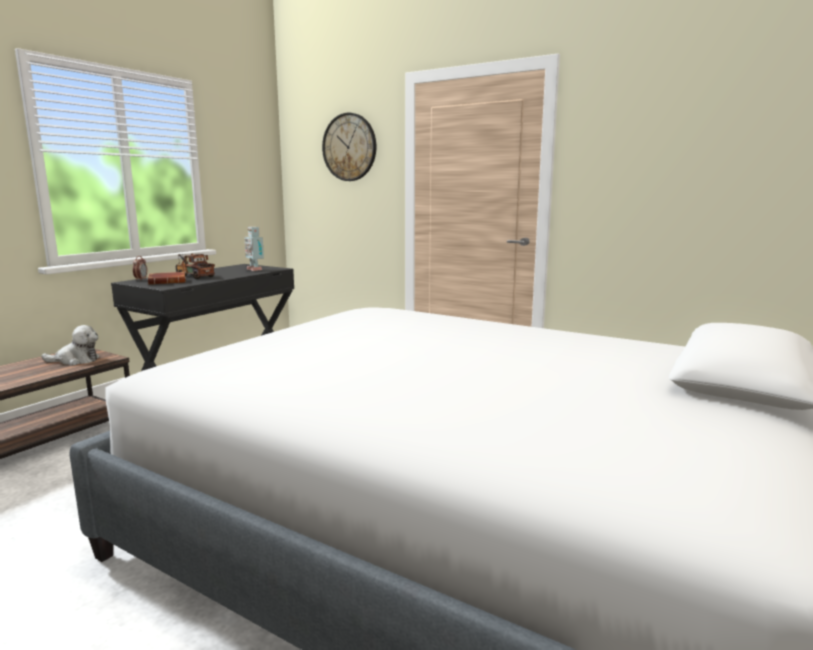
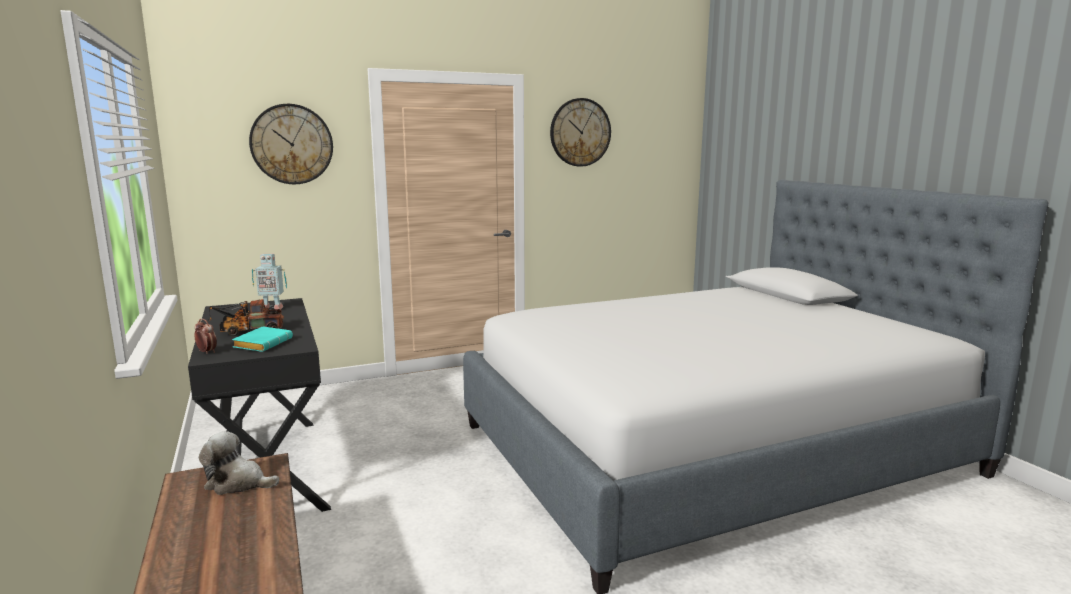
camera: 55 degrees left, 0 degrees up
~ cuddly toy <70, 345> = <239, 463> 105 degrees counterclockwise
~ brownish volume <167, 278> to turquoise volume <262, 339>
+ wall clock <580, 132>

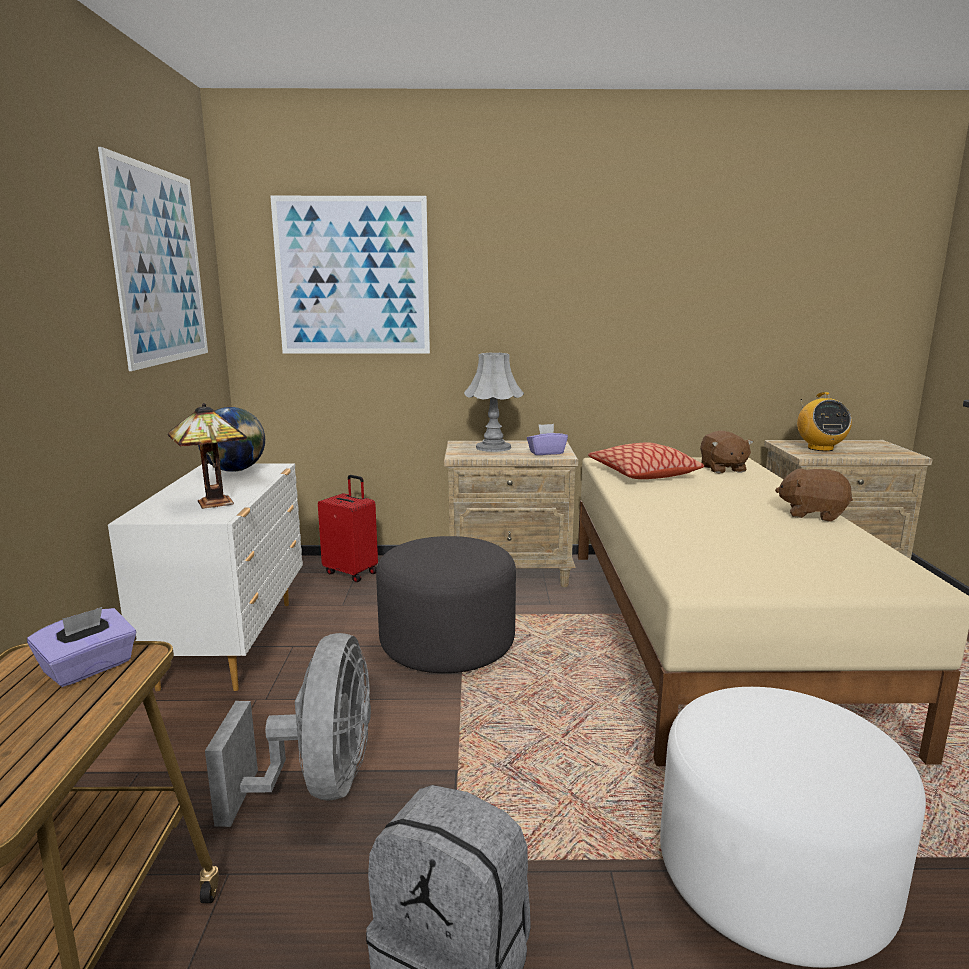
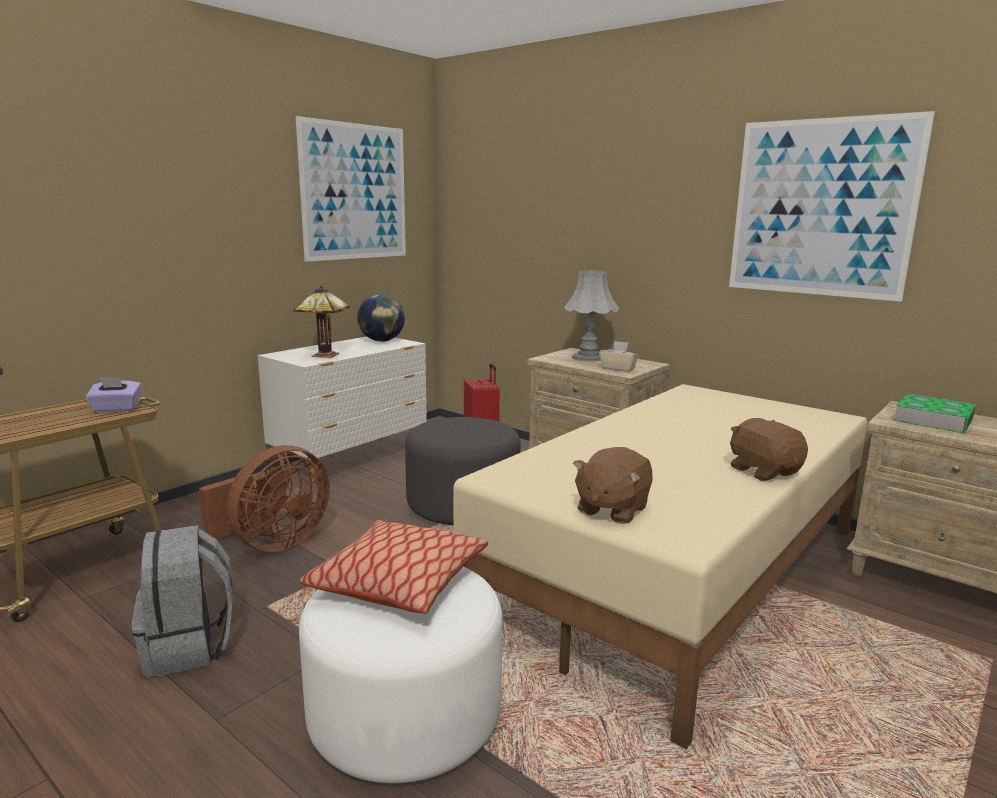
camera: 40 degrees right, 0 degrees up
~ greyish electric fan <288, 730> to brownish electric fan <264, 498>
~ picture <350, 275> to <832, 206>
~ purple tissue box <547, 439> to beige tissue box <619, 356>
~ throw pillow <646, 461> to <394, 567>
~ brownish cuddly toy <726, 451> to <613, 485>
~ radio set <824, 421> to volume <934, 413>

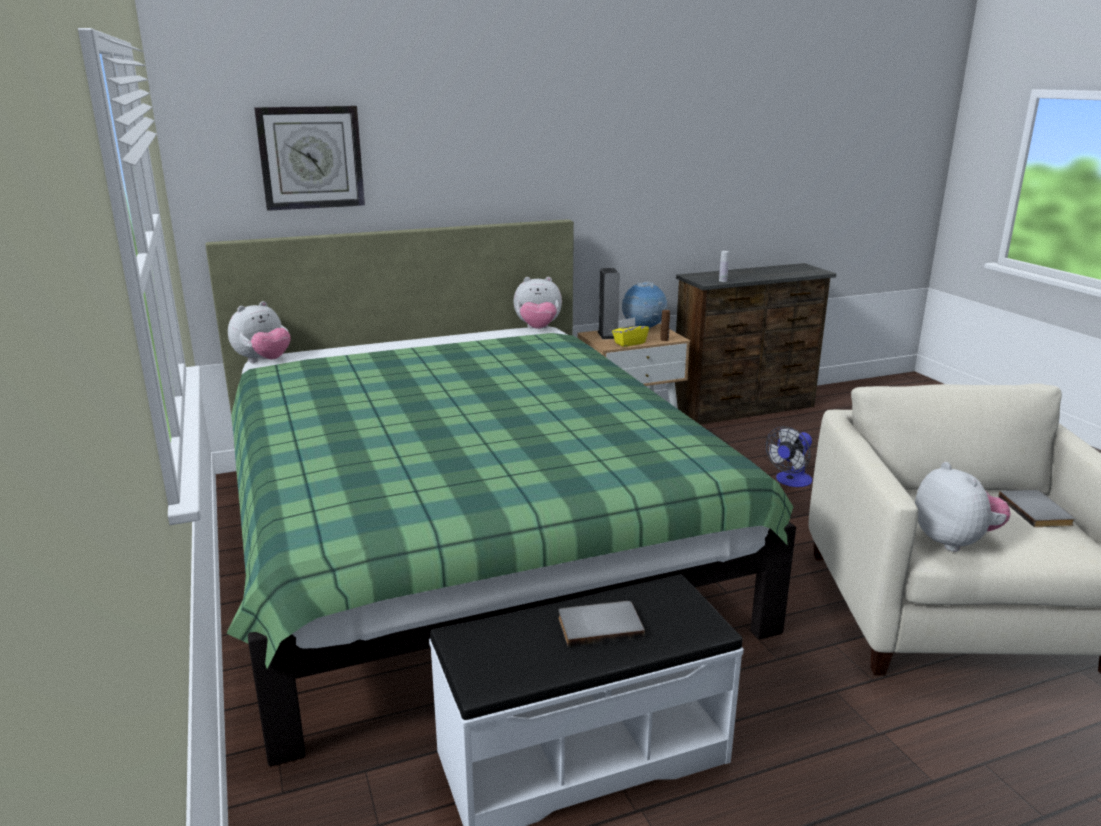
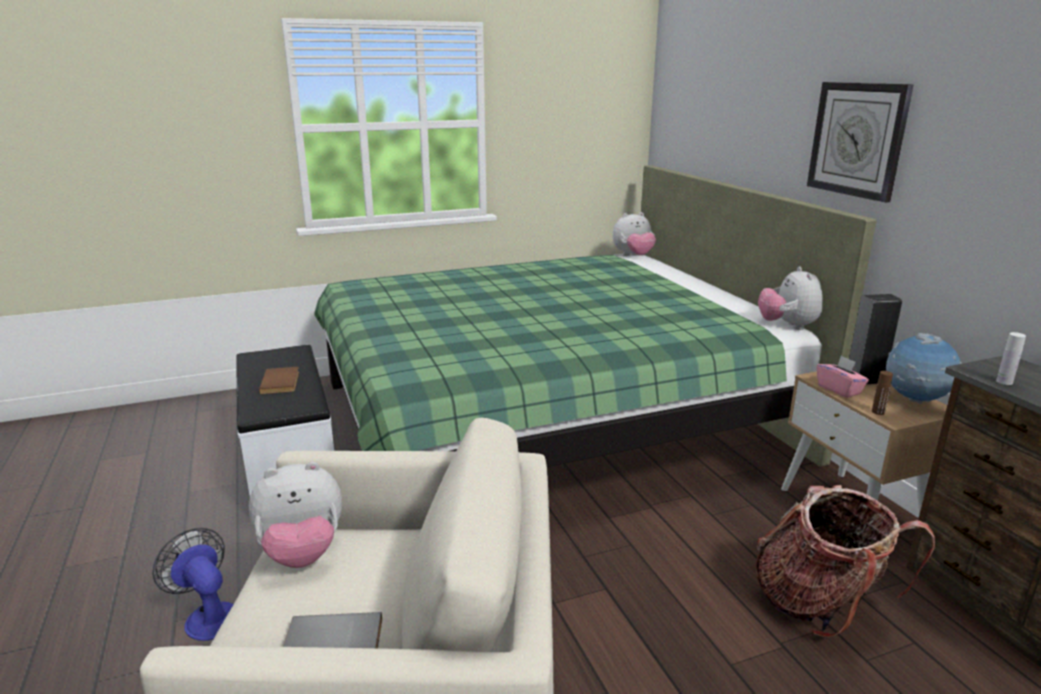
camera: 90 degrees right, 0 degrees up
~ cuddly toy <259, 331> = <634, 234> 60 degrees counterclockwise
~ wall clock <309, 158> to <860, 142>
~ greyish volume <601, 624> to brownish volume <279, 380>
~ yellow-coloured tissue box <630, 332> to pink-coloured tissue box <843, 377>
~ electric fan <789, 456> to <192, 584>
+ rucksack <845, 562>

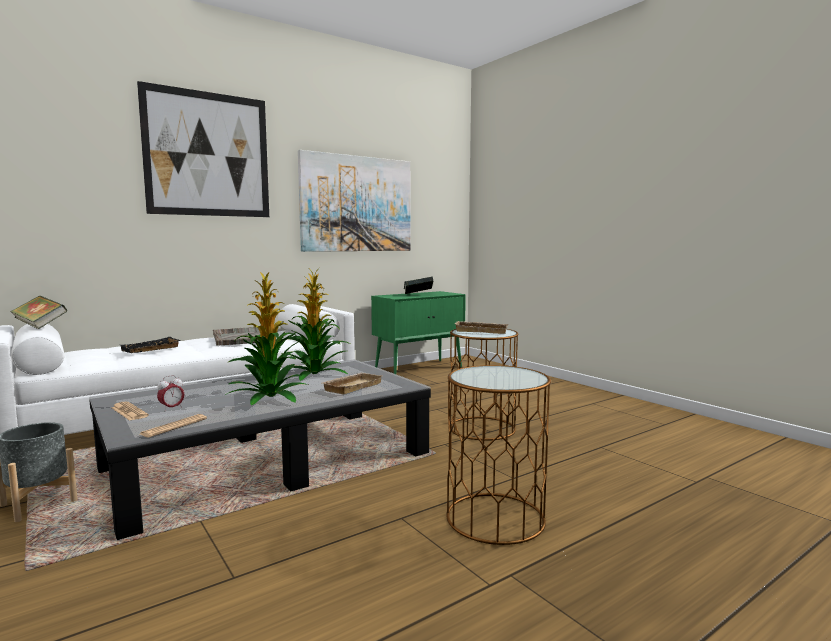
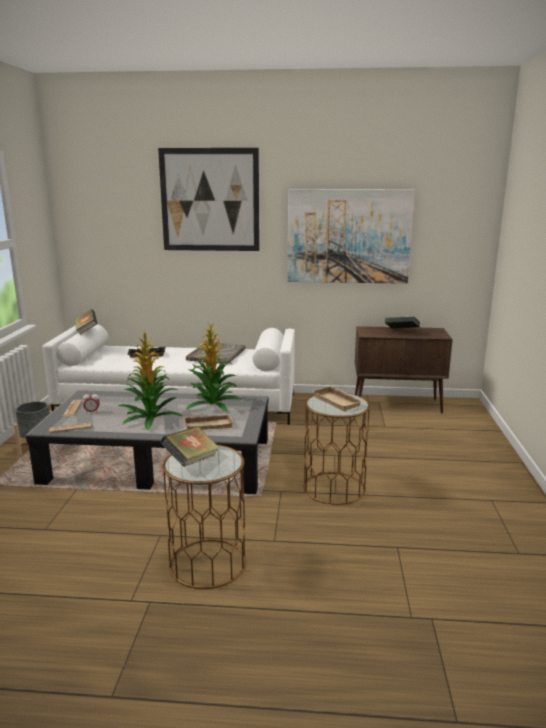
camera: 40 degrees right, 10 degrees up
~ green storage cabinet <418, 332> to brownish storage cabinet <404, 370>
+ volume <190, 446>

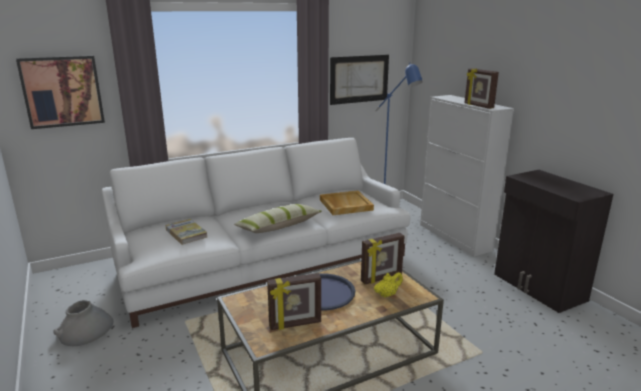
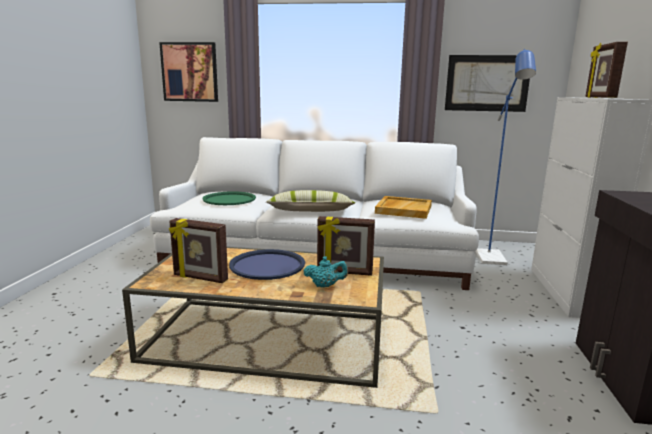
camera: 35 degrees right, 5 degrees down
- greyish vase <83, 323>
~ volume <186, 232> to green tray <229, 198>
~ yellow-coloured teapot <388, 285> to turquoise teapot <325, 272>

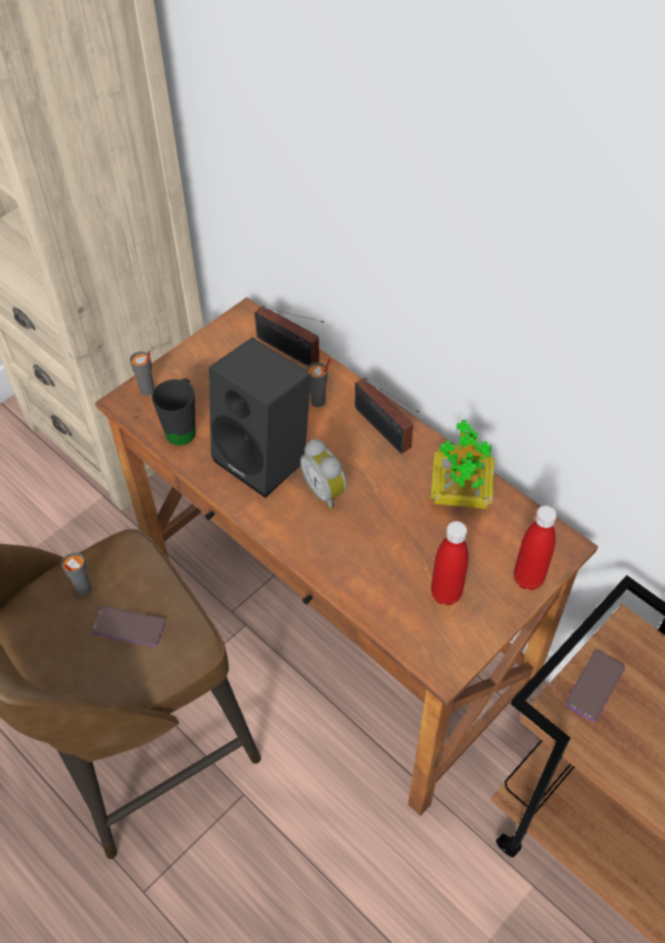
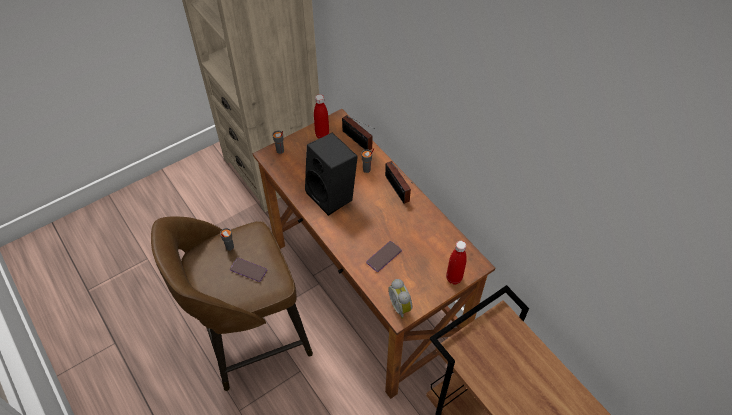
camera: 10 degrees right, 0 degrees up
- blackish coffee mug <174, 412>
~ alarm clock <323, 474> to <400, 299>
- houseplant <462, 464>
~ red-coloured drink bottle <449, 563> to <321, 116>
~ phone <595, 686> to <384, 256>

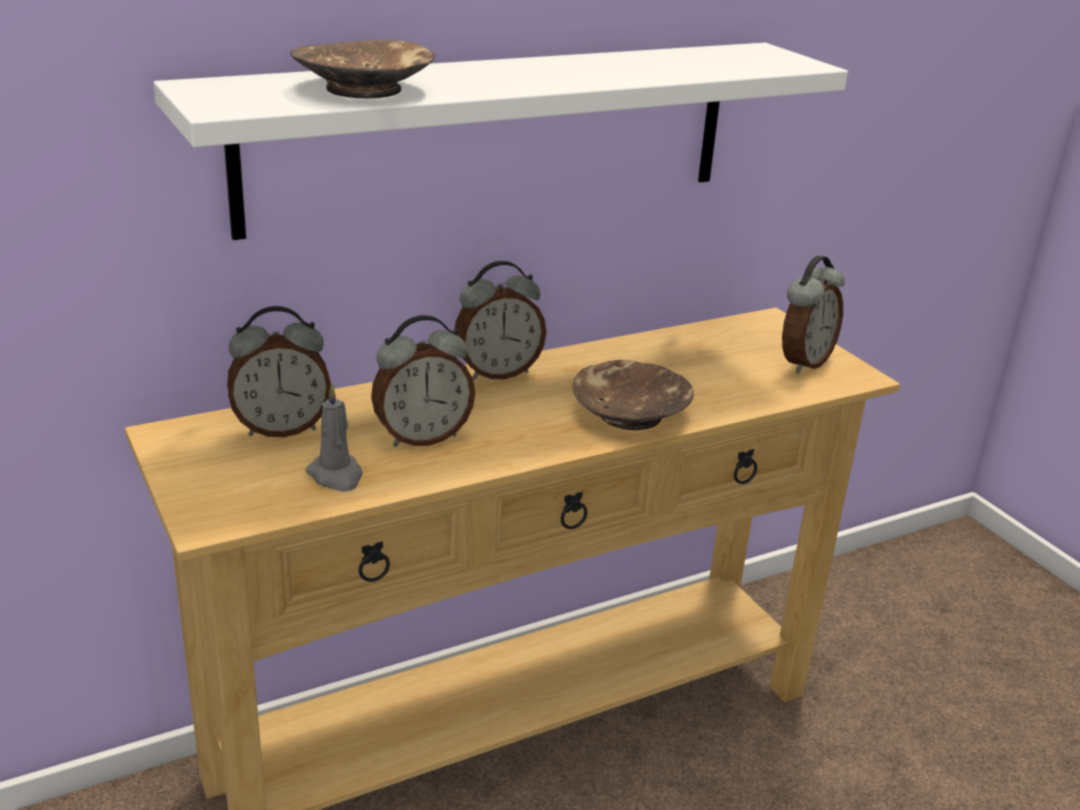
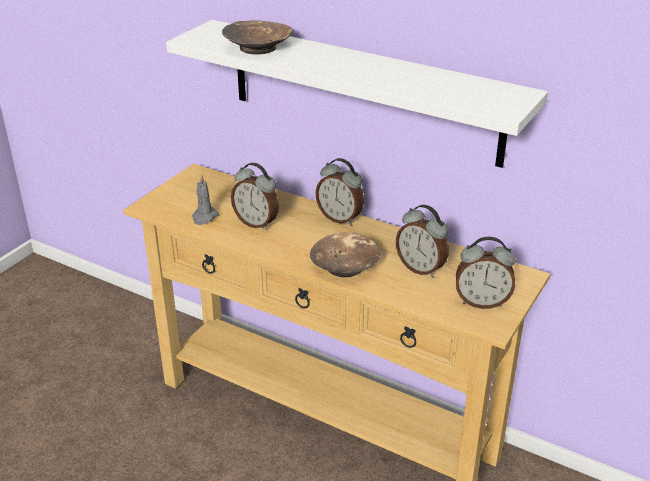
camera: 60 degrees right, 5 degrees up
~ alarm clock <279, 371> to <422, 241>

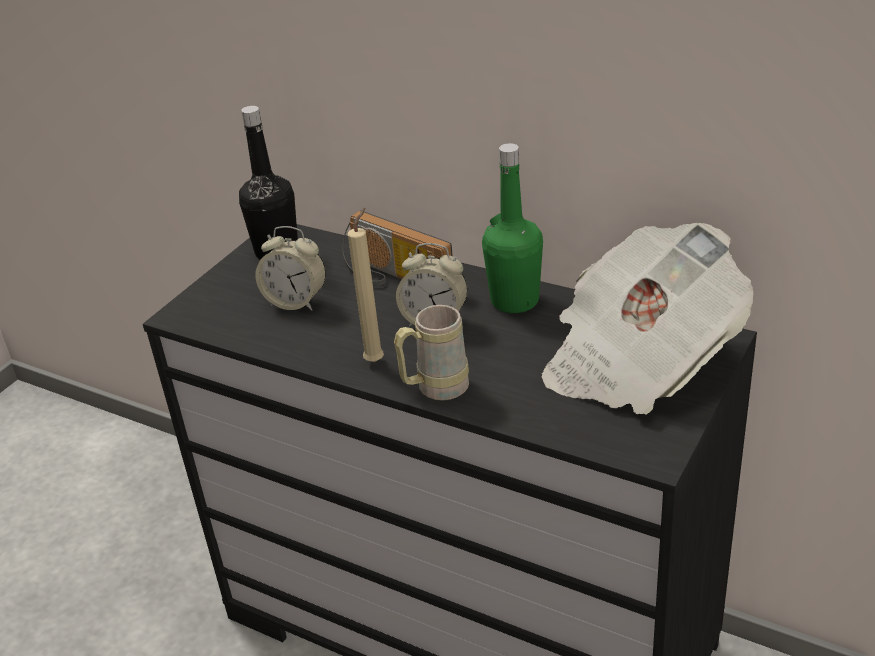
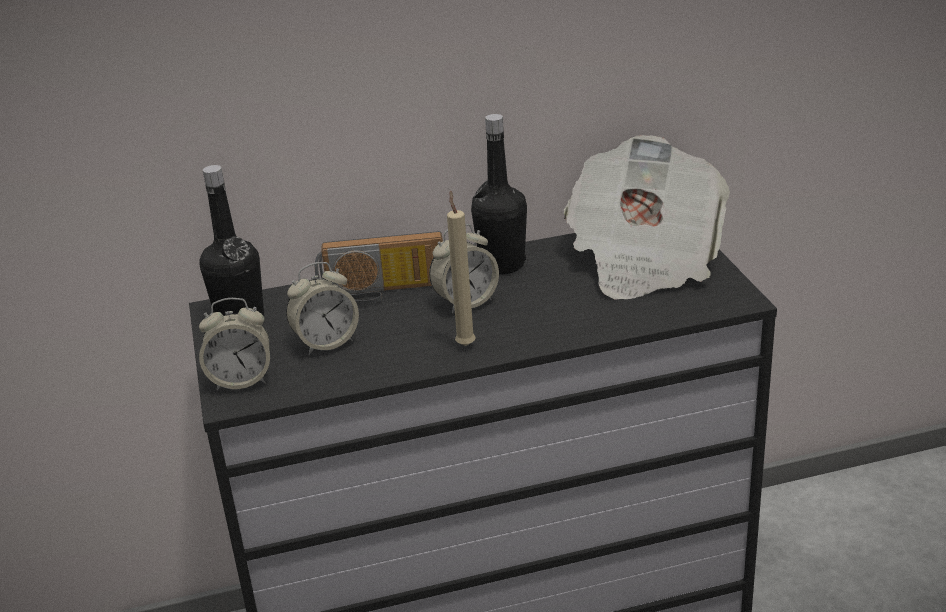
camera: 45 degrees left, 5 degrees down
- beige coffee mug <431, 353>
~ green drink bottle <512, 228> to blackish drink bottle <499, 194>
+ alarm clock <234, 344>

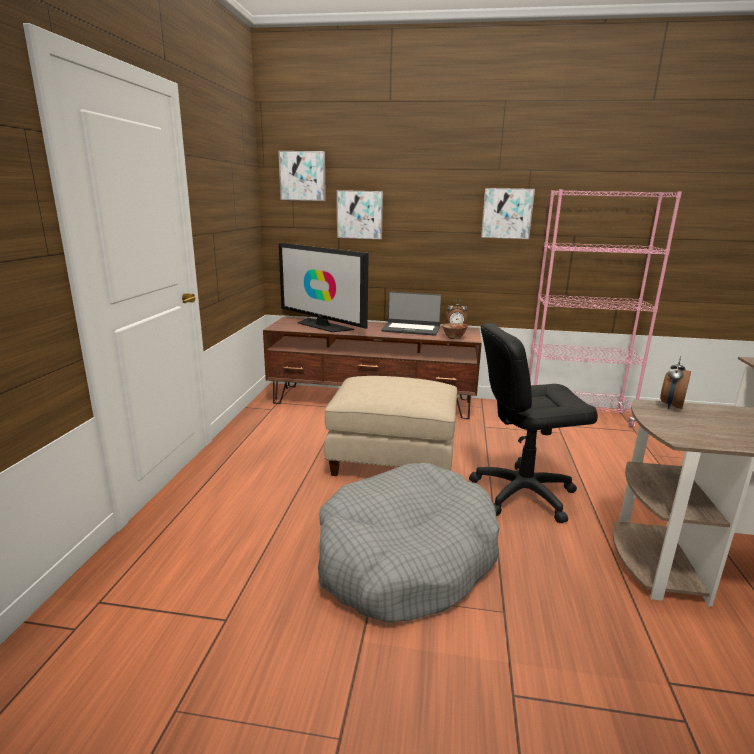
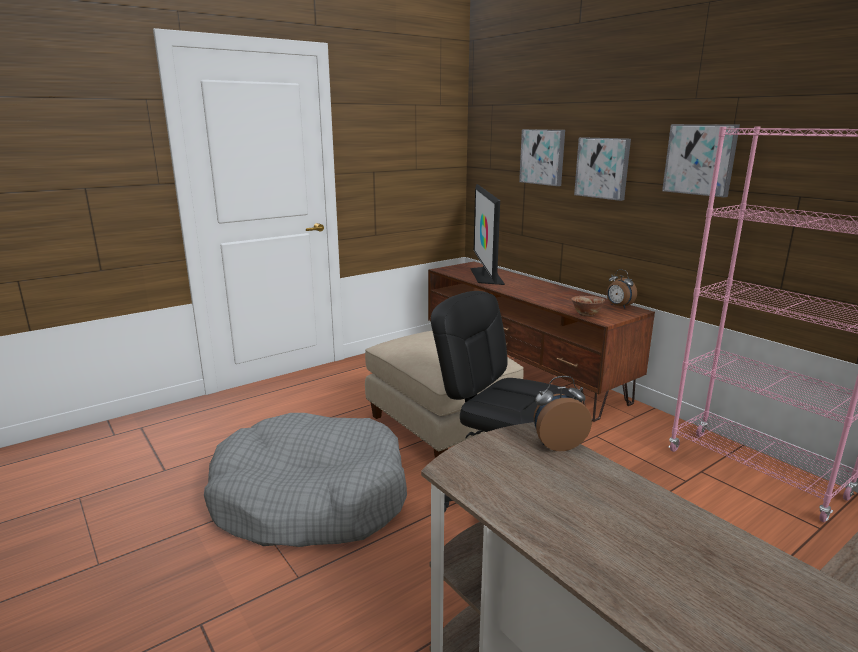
camera: 45 degrees right, 0 degrees up
~ picture <302, 176> to <602, 169>
- laptop <411, 313>

